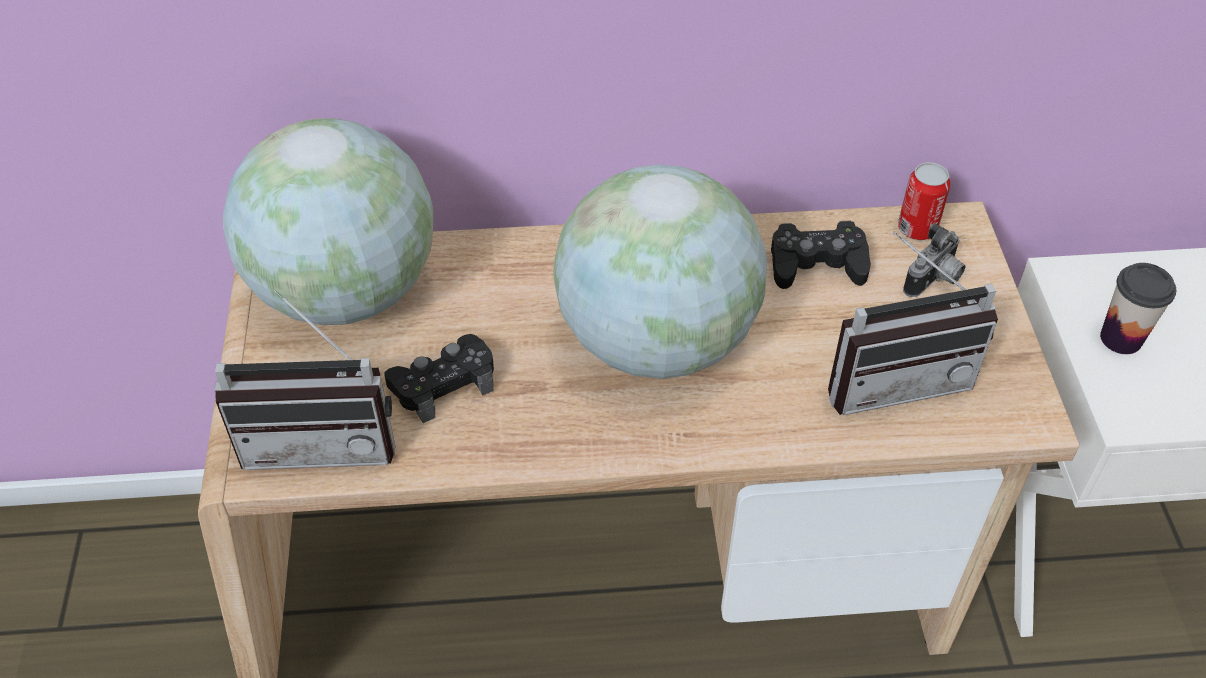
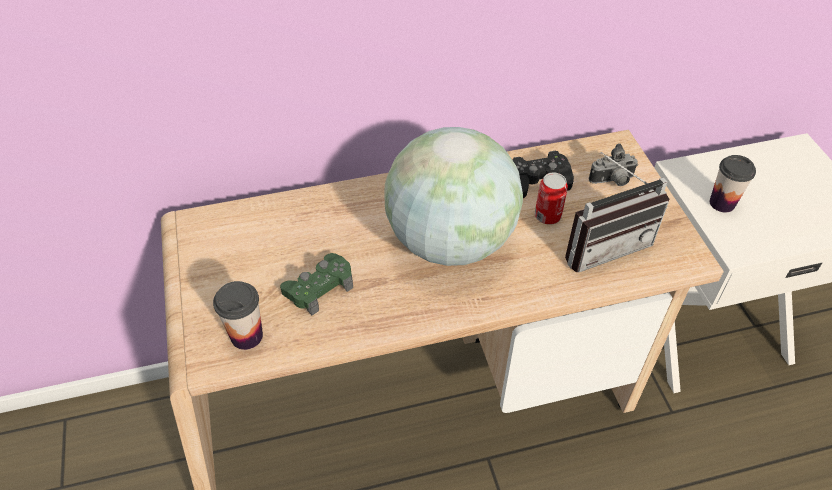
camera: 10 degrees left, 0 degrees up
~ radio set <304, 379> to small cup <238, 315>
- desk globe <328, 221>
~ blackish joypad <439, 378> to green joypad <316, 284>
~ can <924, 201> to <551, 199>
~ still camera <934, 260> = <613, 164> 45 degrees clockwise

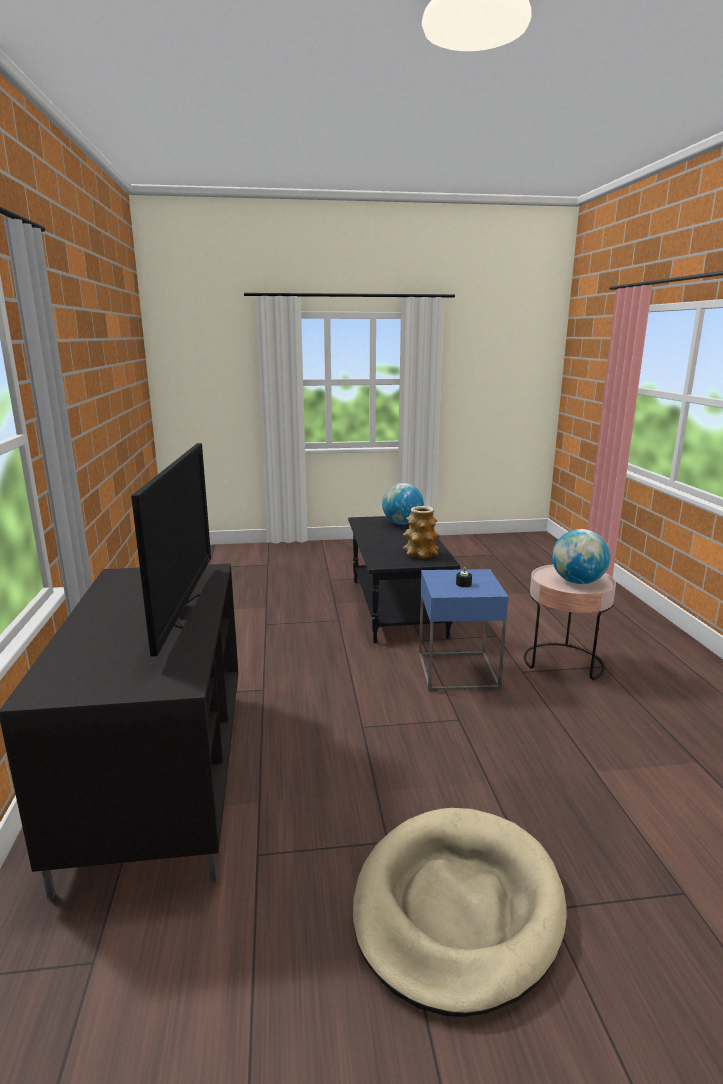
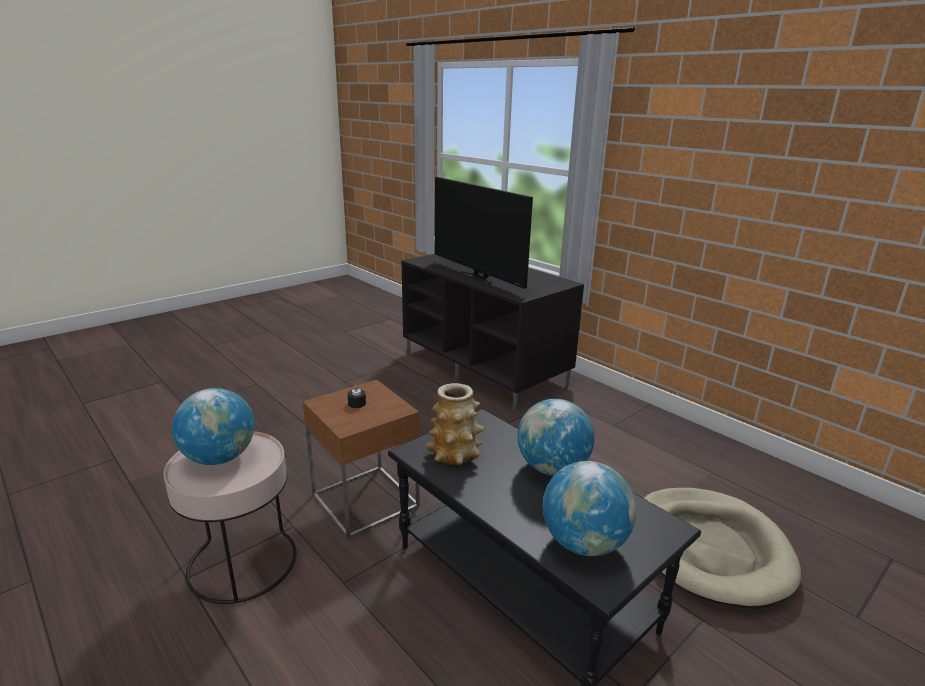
camera: 145 degrees right, 5 degrees up
~ beige dog bed <460, 912> to <722, 548>
~ blue-coloured end table <463, 629> to brownish end table <361, 459>
+ desk globe <556, 437>

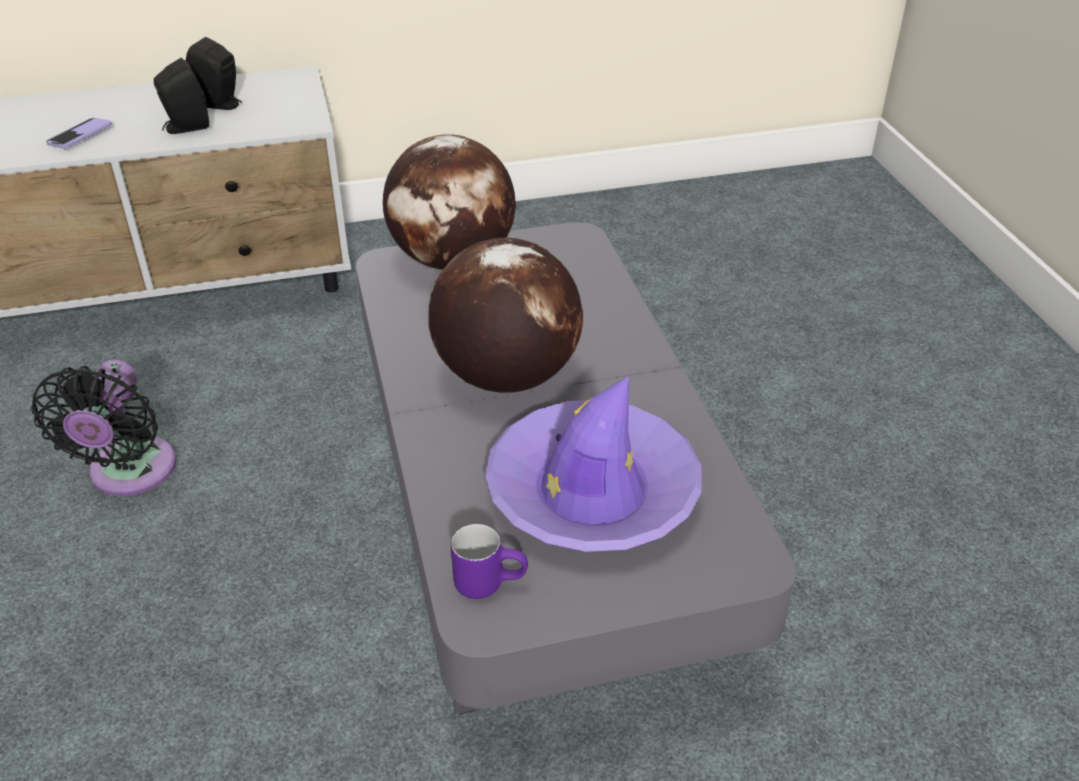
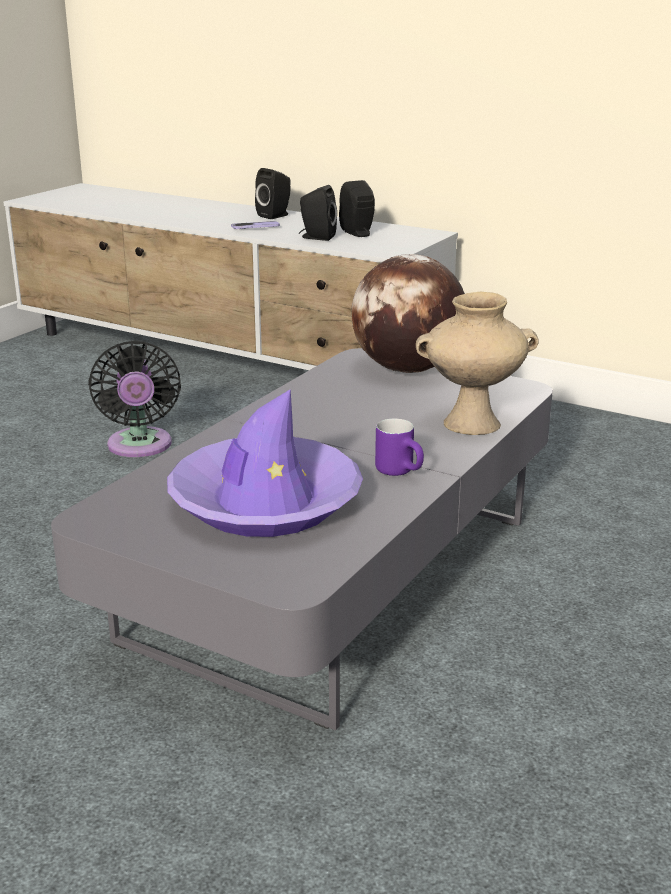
camera: 45 degrees right, 15 degrees down
~ blackish electric fan <103, 428> = <134, 398> 60 degrees counterclockwise
- desk globe <506, 315>
~ purple coffee mug <489, 561> to <399, 447>
+ blackish speaker <273, 193>
+ beige vase <477, 363>

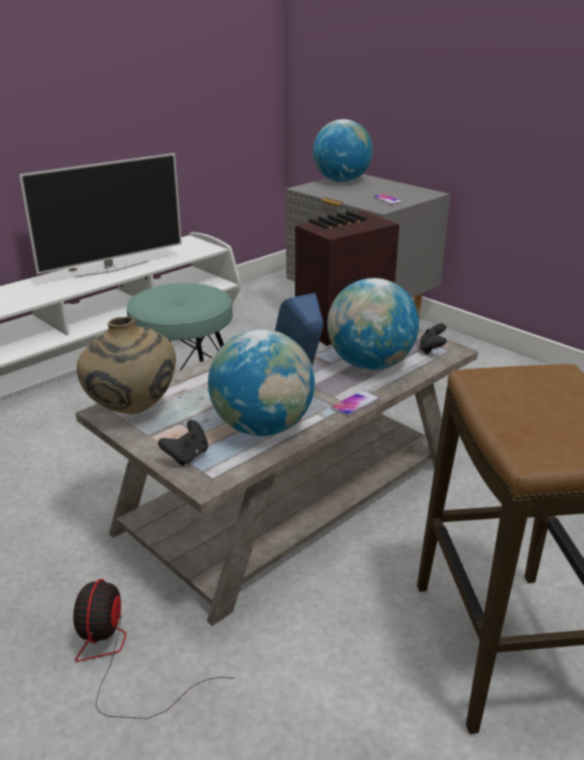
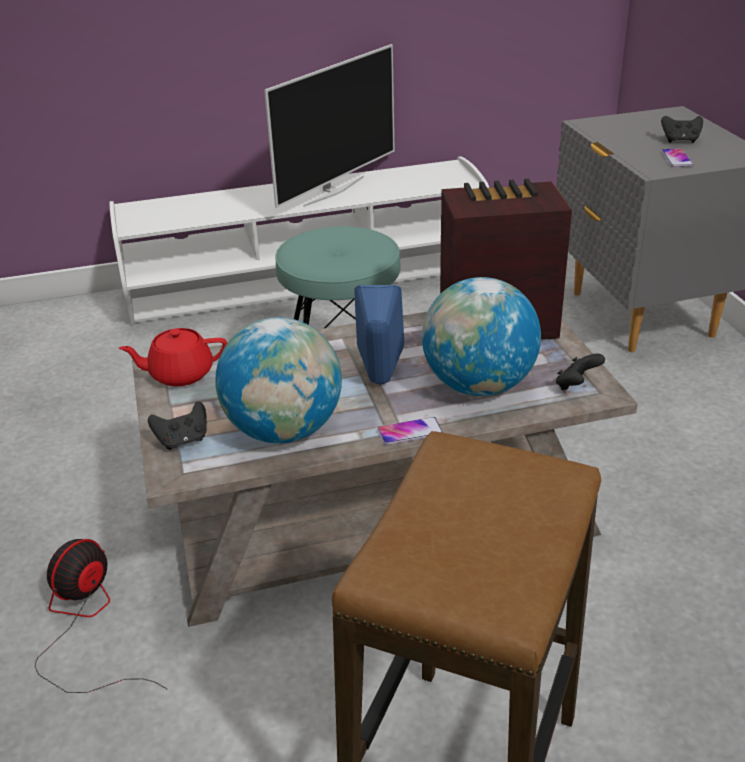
camera: 30 degrees right, 5 degrees up
~ television <100, 215> = <329, 126> 45 degrees counterclockwise
~ beige vase <126, 365> to red-coloured teapot <173, 357>
- desk globe <343, 150>
+ blackish joypad <682, 129>

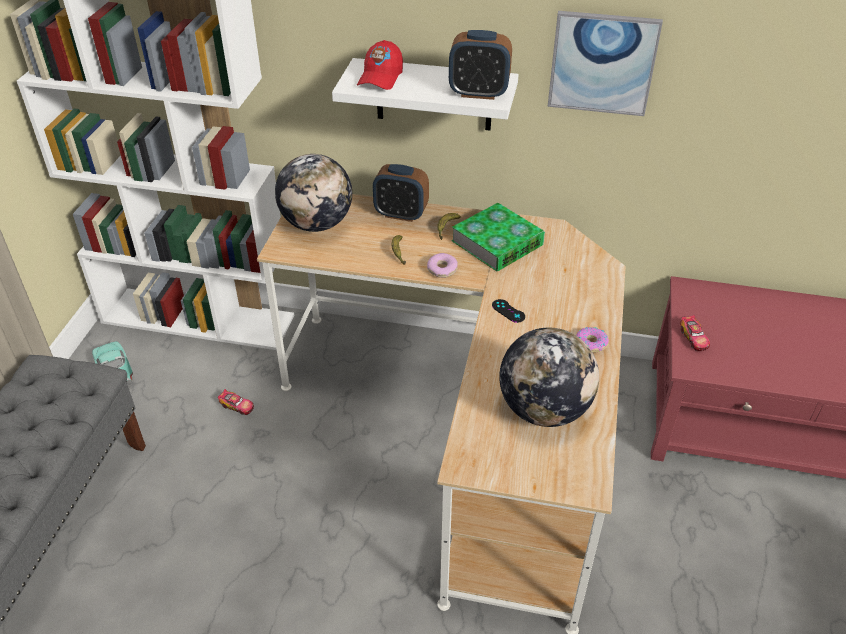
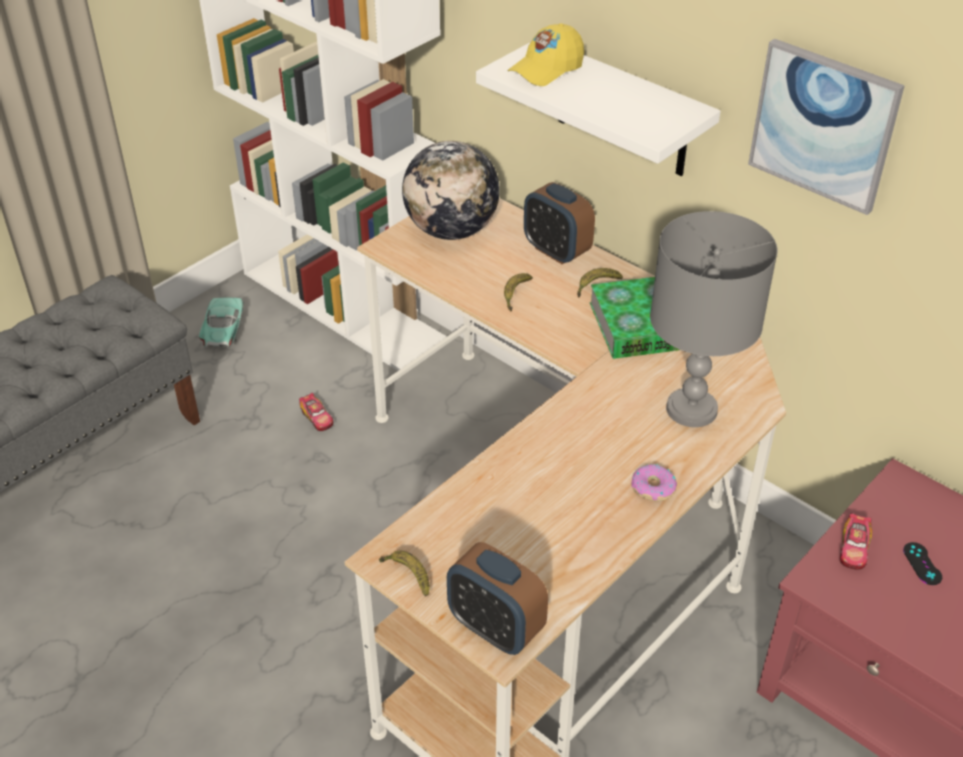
camera: 30 degrees right, 0 degrees up
~ red-coloured baseball cap <380, 65> to yellow-coloured baseball cap <545, 54>
- doughnut <442, 265>
~ alarm clock <480, 65> to <497, 598>
~ blackish joypad <508, 311> to <922, 563>
- desk globe <549, 377>
+ banana fruit <404, 574>
+ greyish table lamp <713, 319>

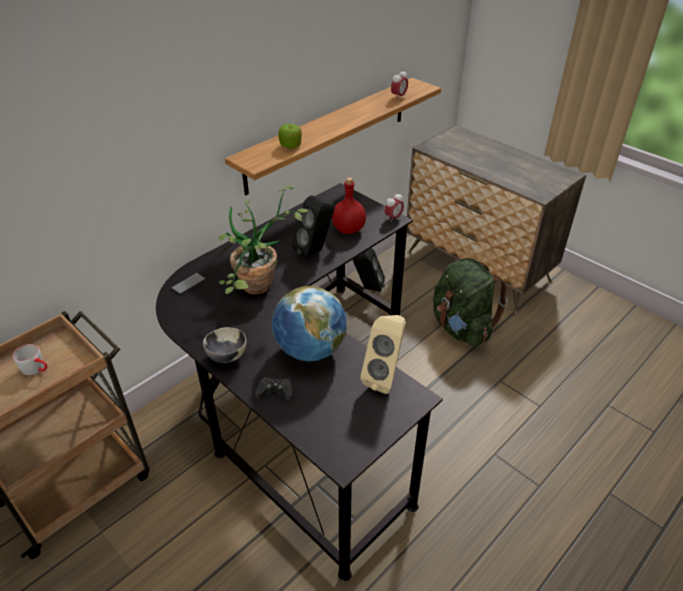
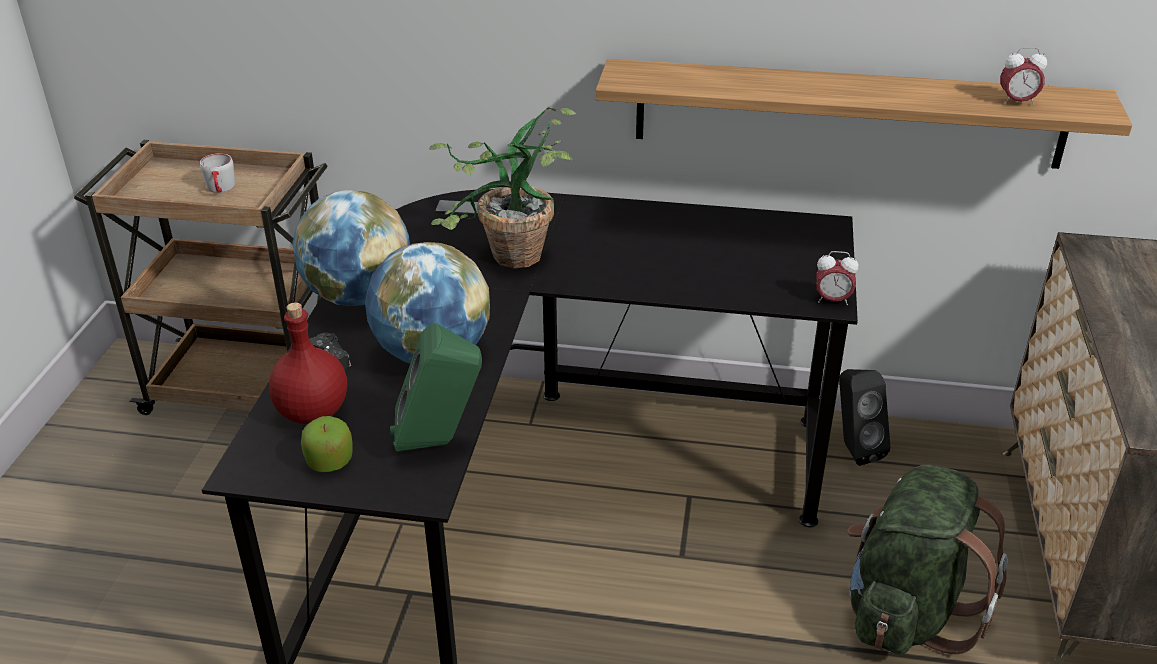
camera: 55 degrees right, 5 degrees down
~ serving bowl <225, 345> to desk globe <351, 248>
~ apple <290, 136> to <326, 444>
- blackish speaker <313, 227>
~ red-coloured drink bottle <349, 205> to <308, 363>
~ beige speaker <383, 354> to green speaker <436, 387>

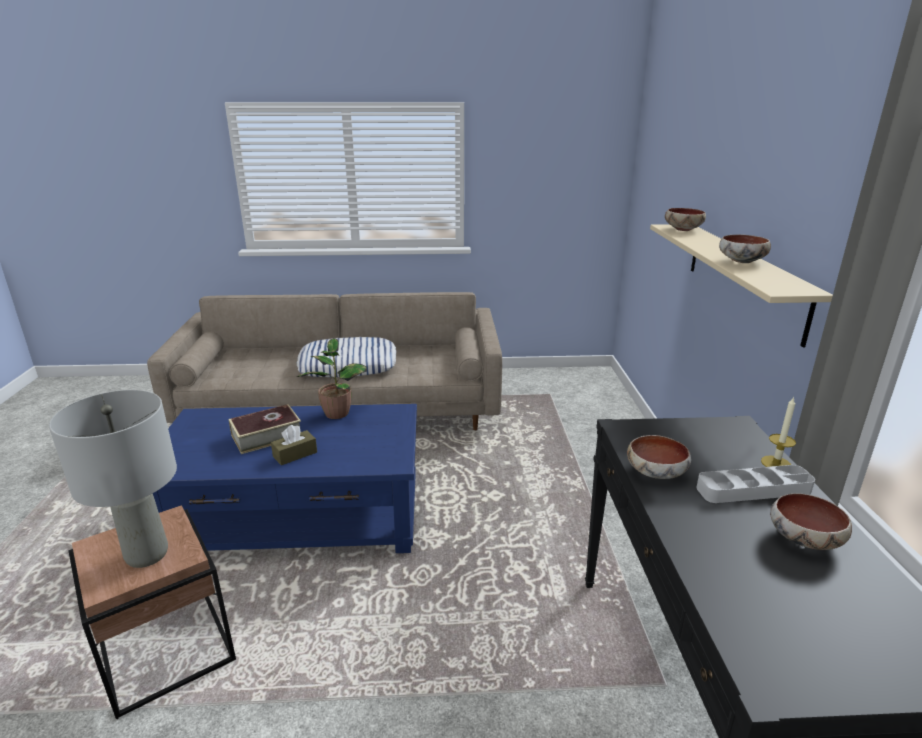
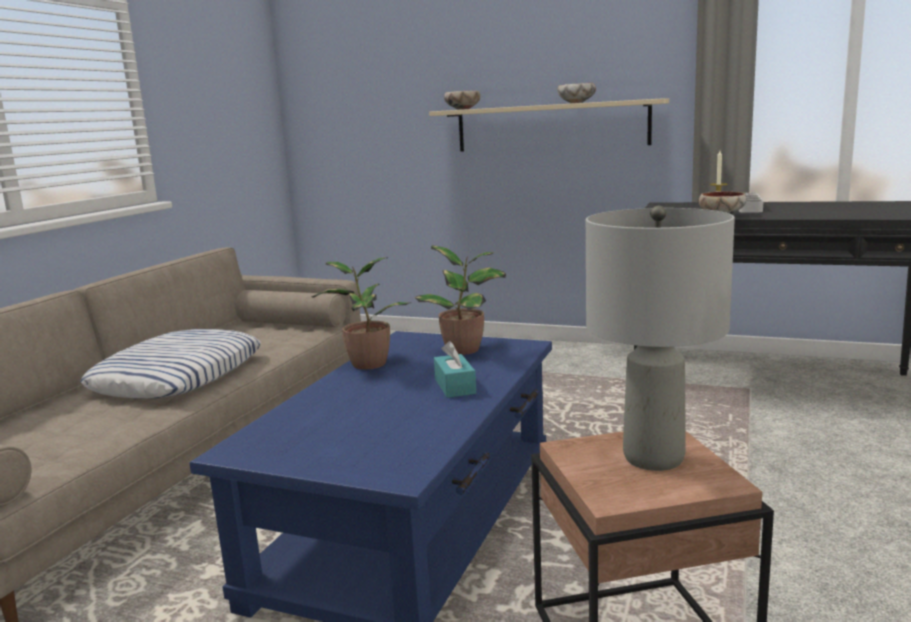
camera: 65 degrees left, 10 degrees down
- volume <264, 429>
~ brownish tissue box <294, 445> to turquoise tissue box <455, 369>
- serving bowl <811, 521>
+ houseplant <460, 300>

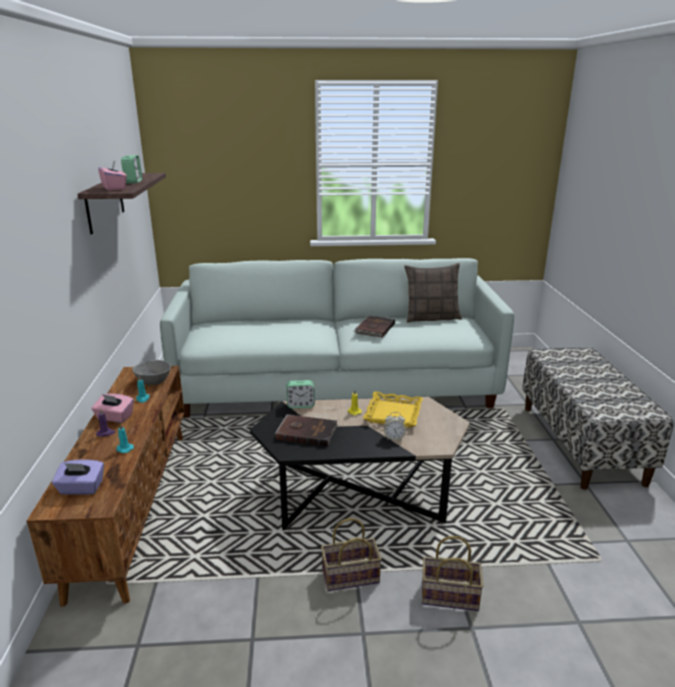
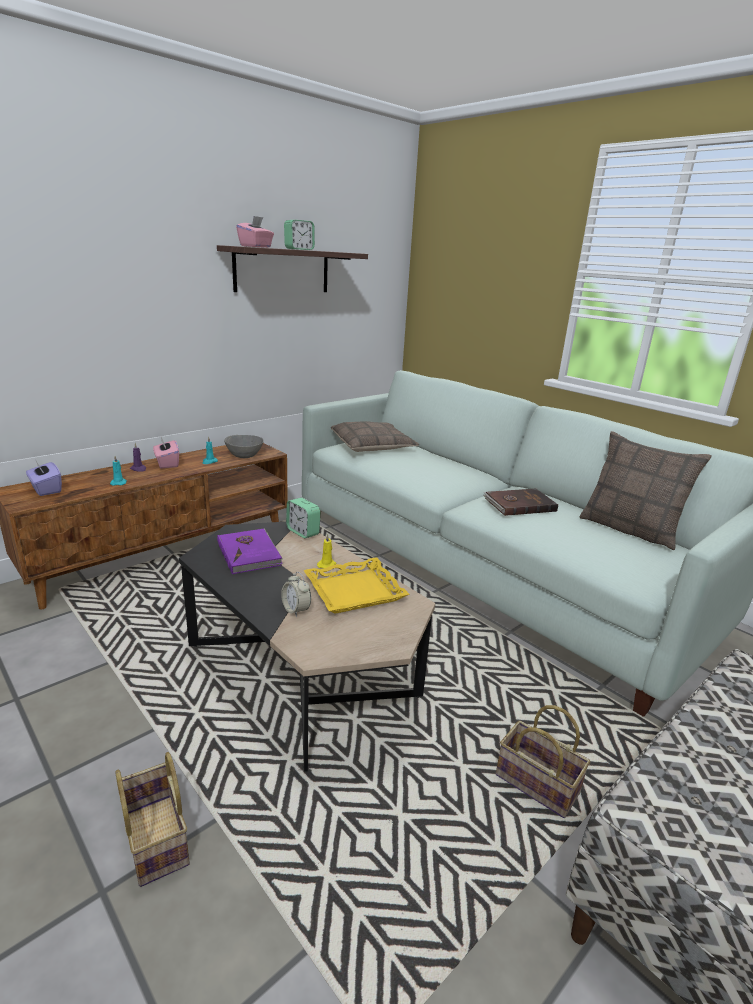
camera: 50 degrees right, 0 degrees up
~ brownish volume <306, 430> to purple volume <250, 551>
~ storage basket <351, 554> to <543, 761>
+ throw pillow <375, 436>

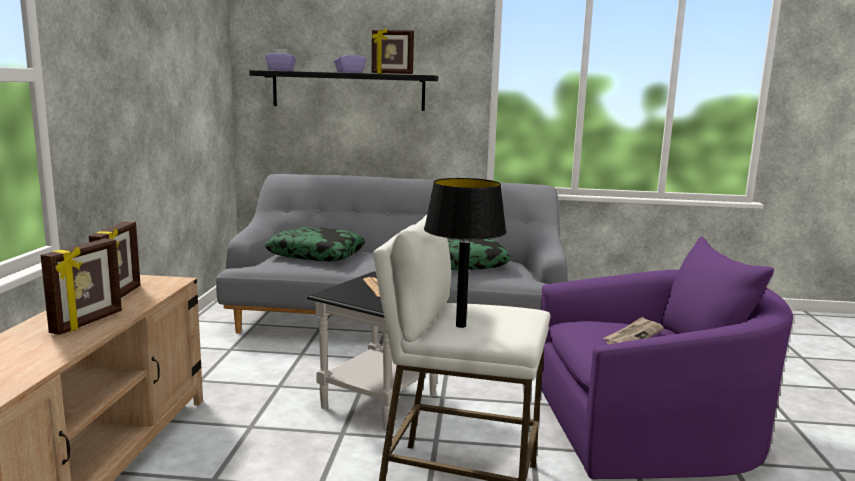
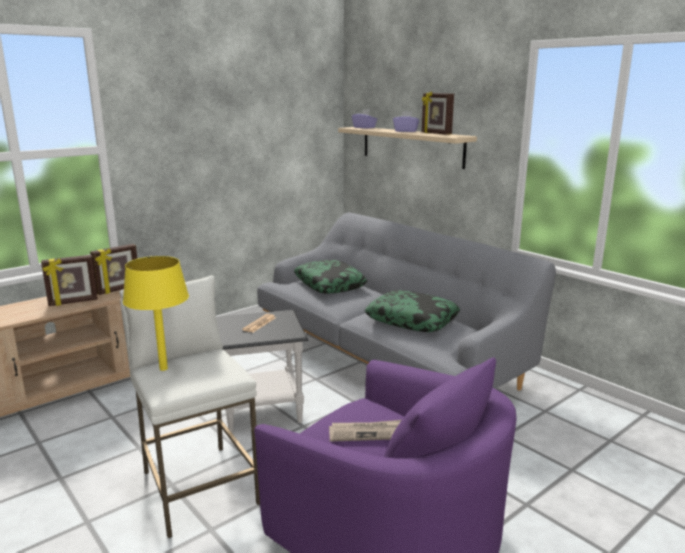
camera: 45 degrees right, 5 degrees up
~ blackish shelf <343, 90> to beige shelf <407, 148>
~ blackish table lamp <465, 253> to yellow-coloured table lamp <156, 313>

